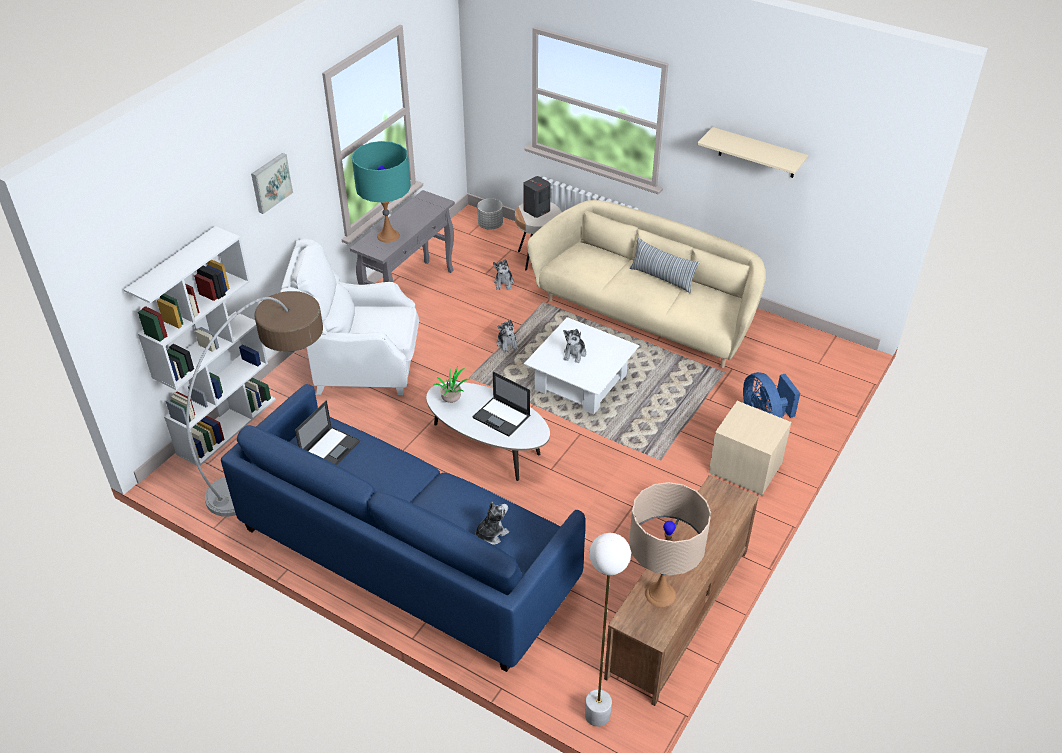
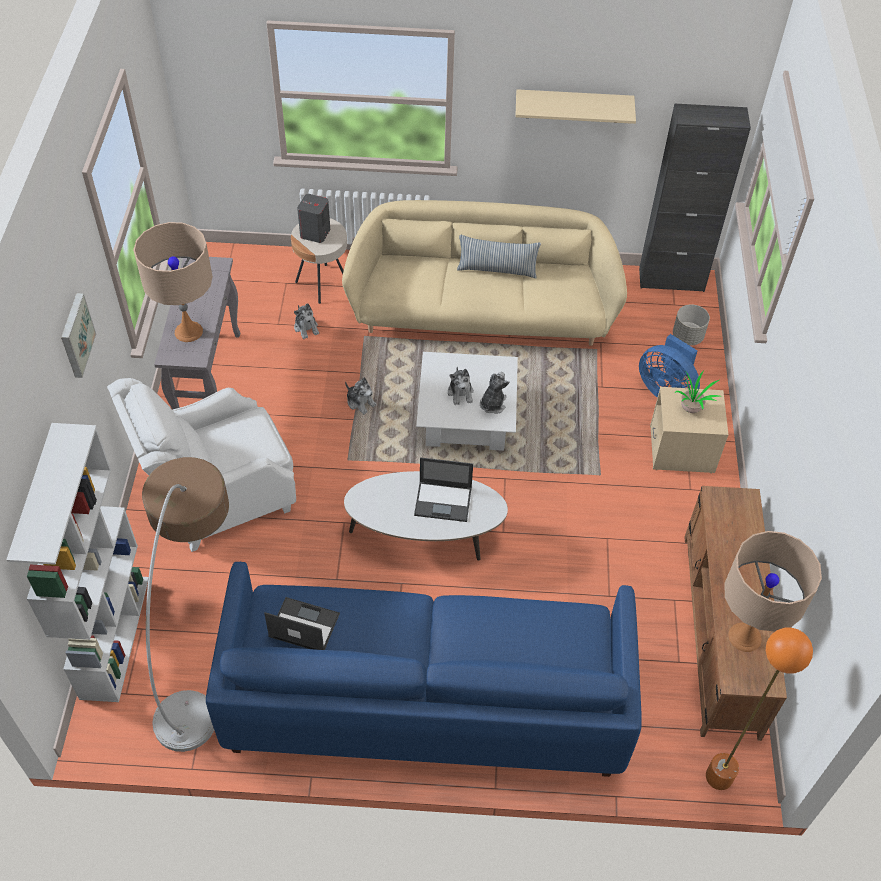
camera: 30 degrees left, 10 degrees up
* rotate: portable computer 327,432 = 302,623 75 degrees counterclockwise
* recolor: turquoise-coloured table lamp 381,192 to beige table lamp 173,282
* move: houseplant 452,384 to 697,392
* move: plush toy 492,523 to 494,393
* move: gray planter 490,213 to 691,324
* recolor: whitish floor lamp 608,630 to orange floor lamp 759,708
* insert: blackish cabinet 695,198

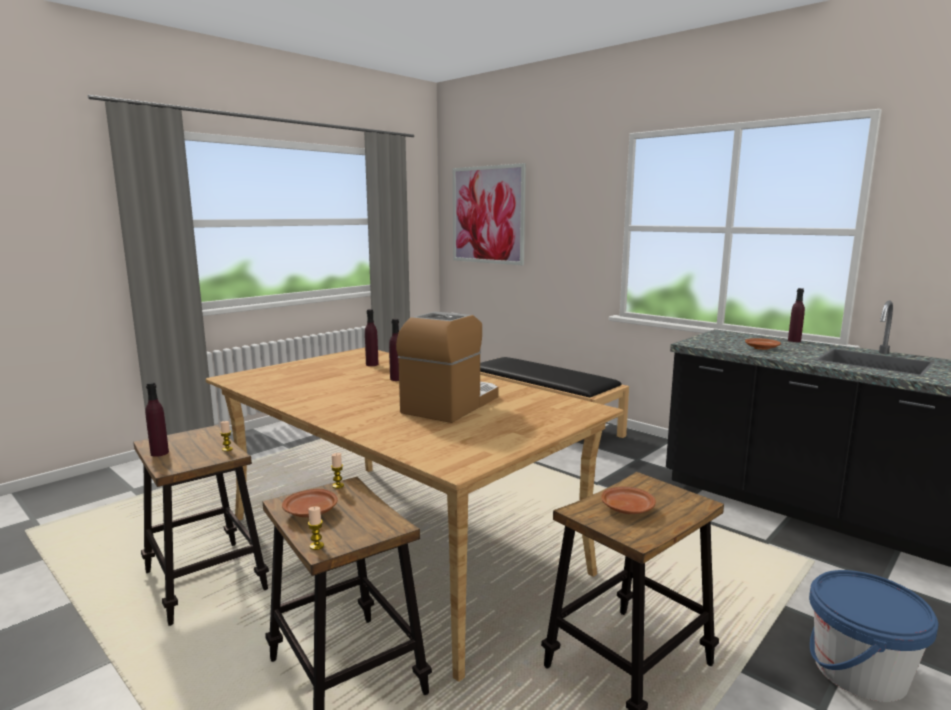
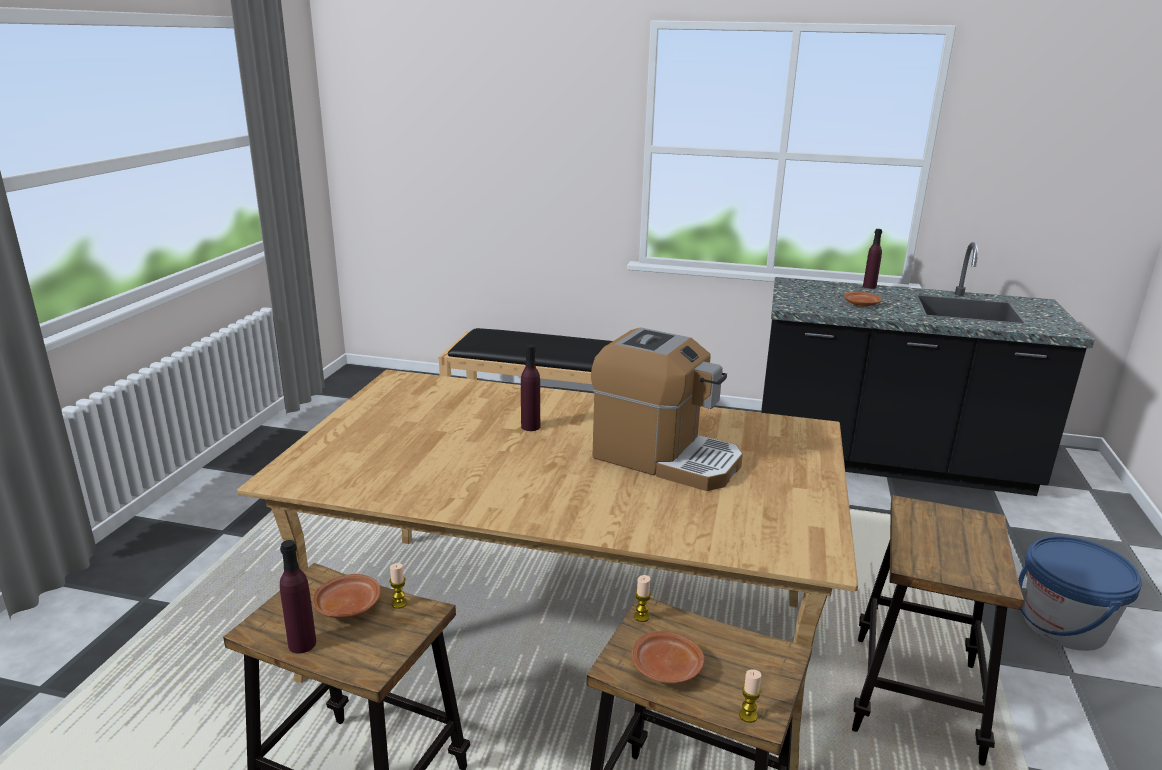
camera: 30 degrees left, 10 degrees up
* delete: purplish bottle 372,337
* rotate: coffee machine 447,367 = 667,409 120 degrees clockwise
* delete: wall art 489,214
* move: brownish flat dish 628,500 to 346,596

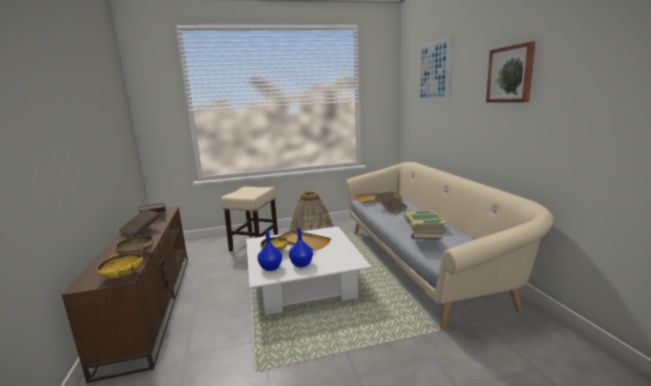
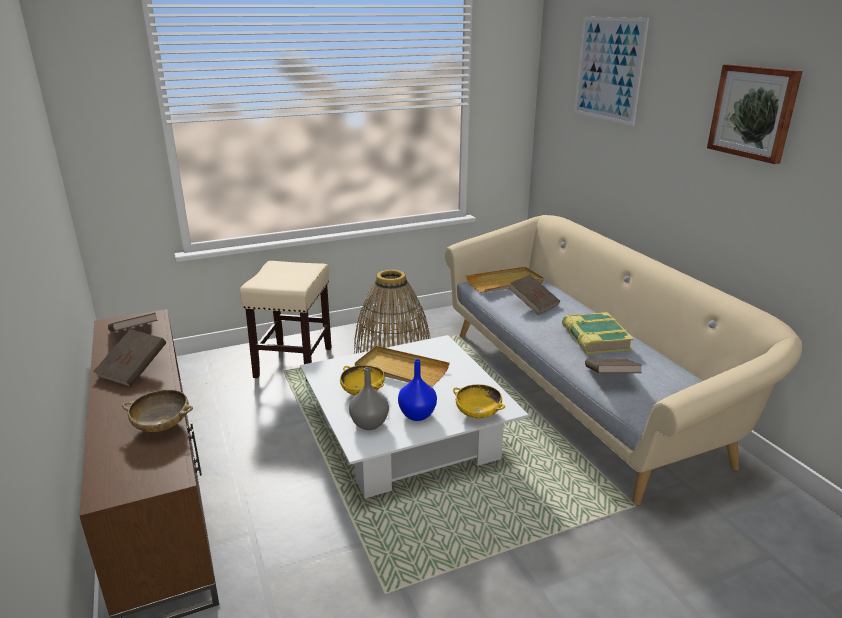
camera: 10 degrees left, 10 degrees up
* move: yellowish deep dish 120,266 to 479,401
* recolor: blue-coloured decorative vase 269,251 to gray decorative vase 369,398

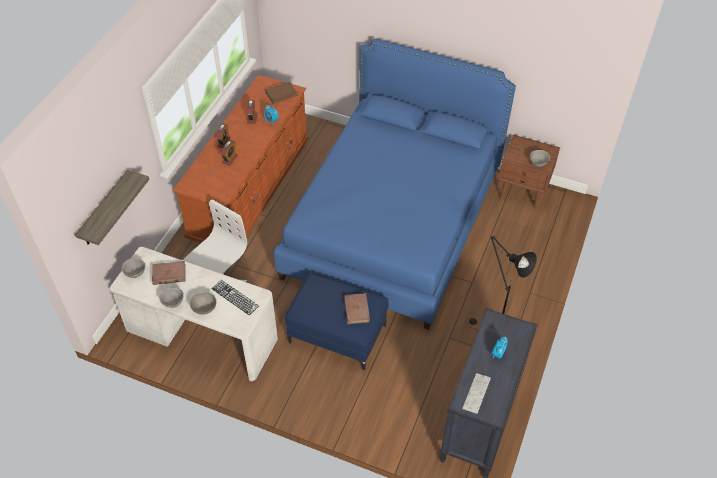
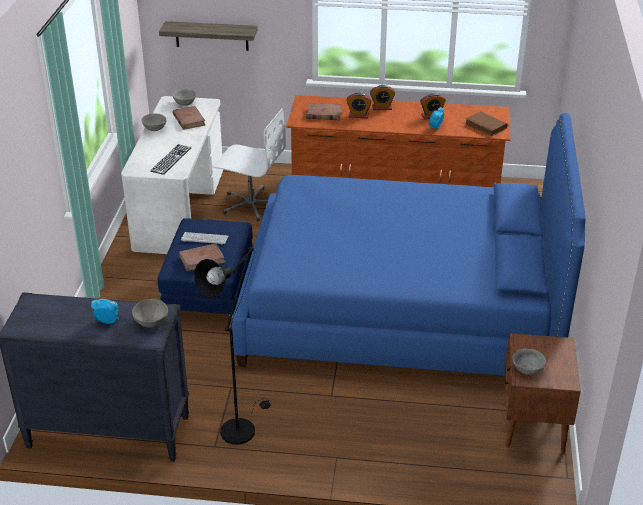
camera: 75 degrees right, 15 degrees down
* move: gray deep dish 203,303 to 150,313
* move: computer keyboard 476,393 to 204,238
* insert: brownish bound book 324,111

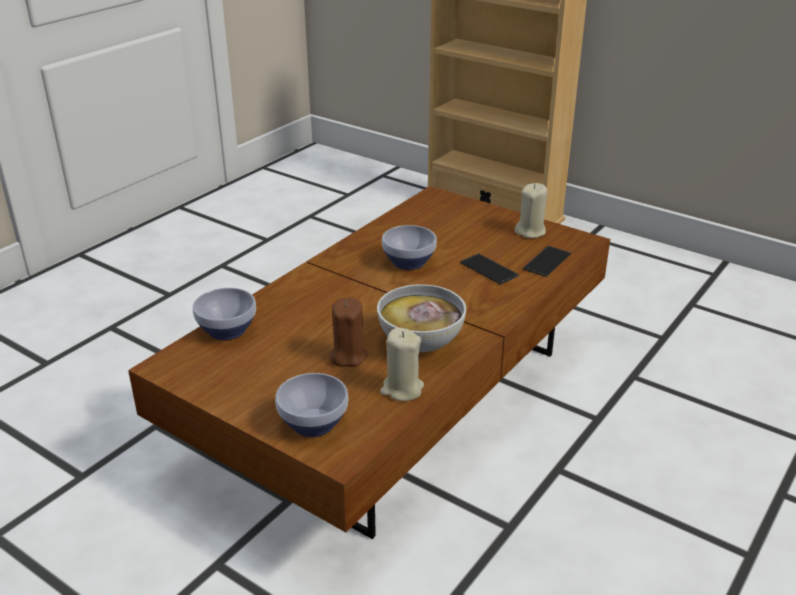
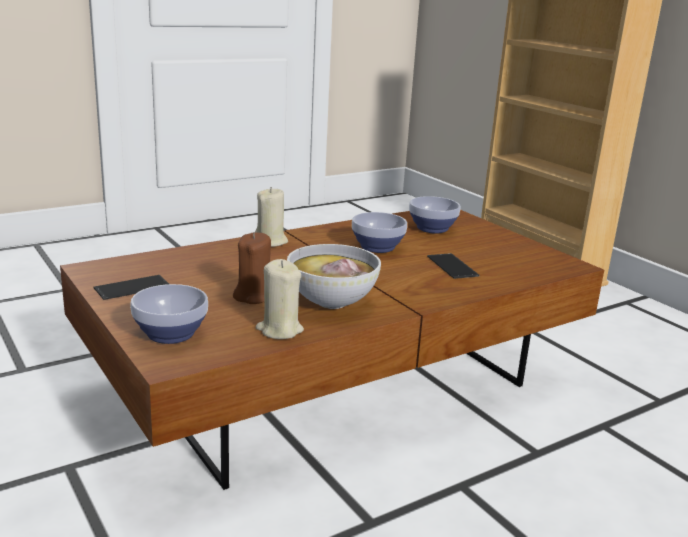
camera: 20 degrees right, 10 degrees down
* move: deep dish 224,314 to 434,215
* move: beige wax light 531,210 to 271,217
* move: telephone 546,261 to 131,287

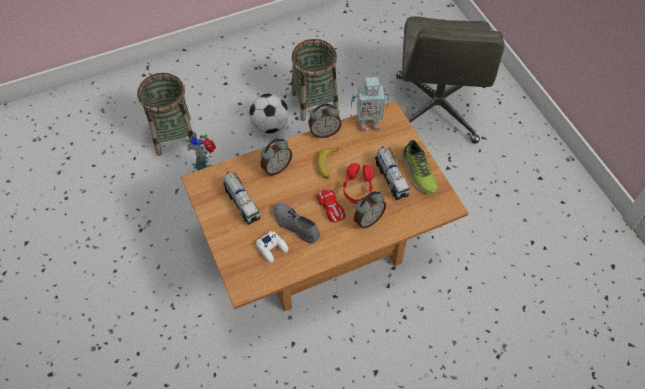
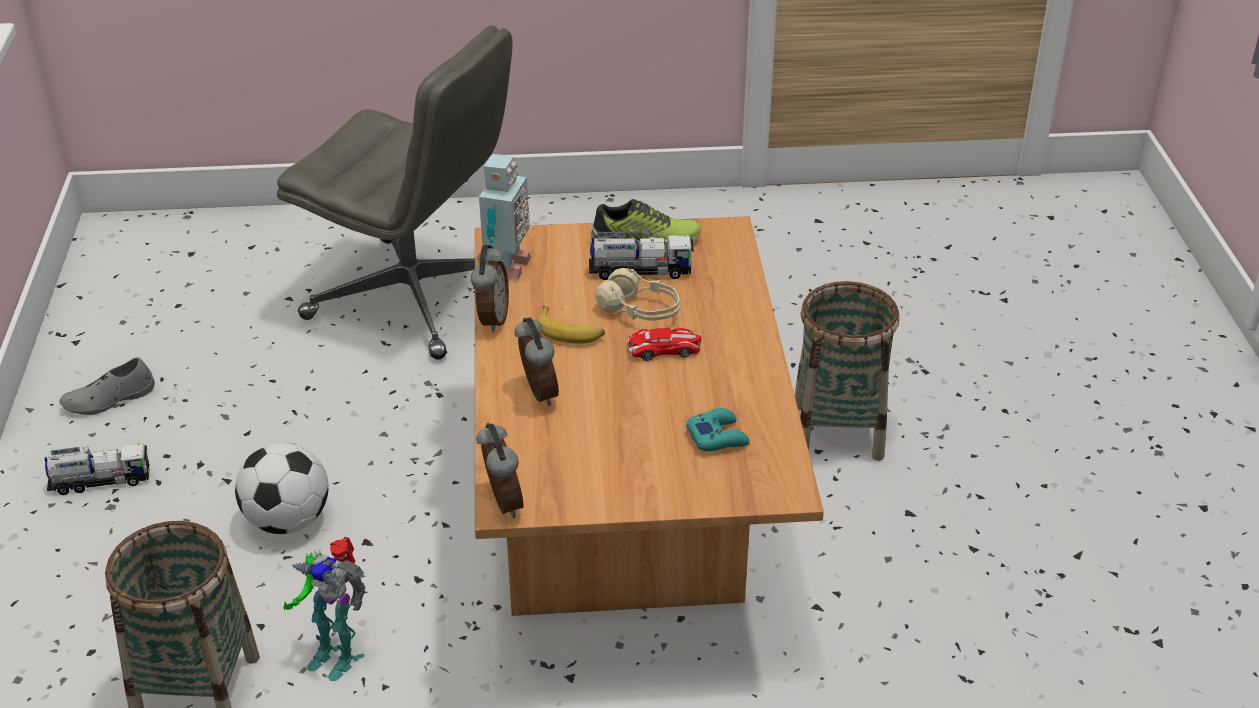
camera: 70 degrees left, 20 degrees down
* move: toy lorry 241,198 to 97,469
* recolor: whitish joypad 272,247 to turquoise-coloured joypad 718,430
* move: gray shoe 297,223 to 107,386
* move: basket 314,80 to 847,371
* recolor: red-coloured headphones 358,183 to beige headphones 637,294
* move: table clock 370,209 to 500,470

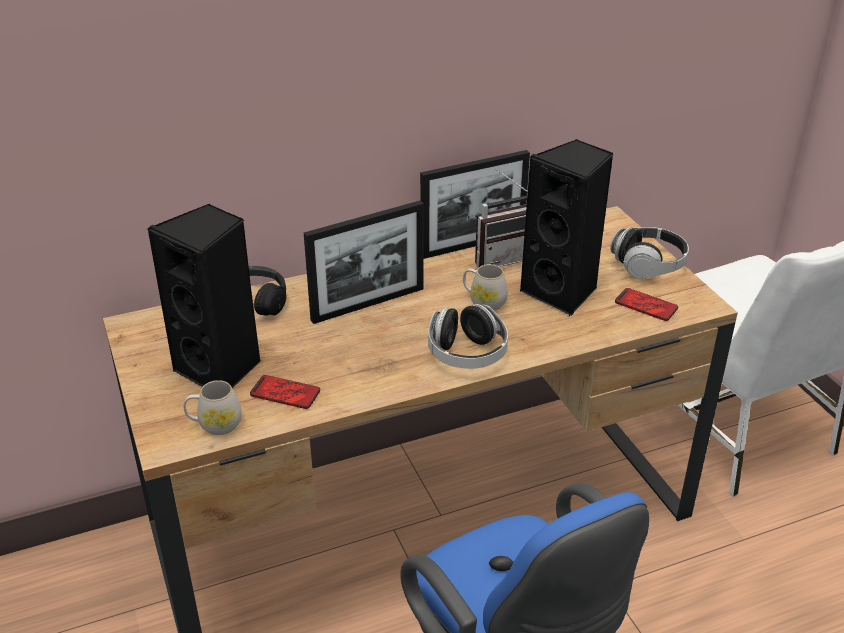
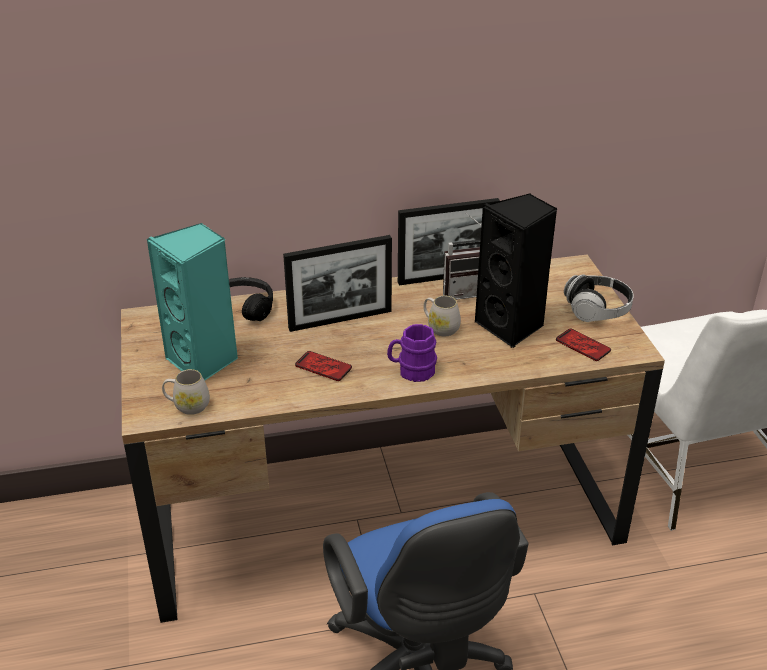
camera: 10 degrees right, 0 degrees up
* recolor: blackish speaker 203,296 to turquoise-coloured speaker 192,301
* move: telephone 285,392 to 323,366
* replace: headphones 468,336 to purplish tea mug 412,353

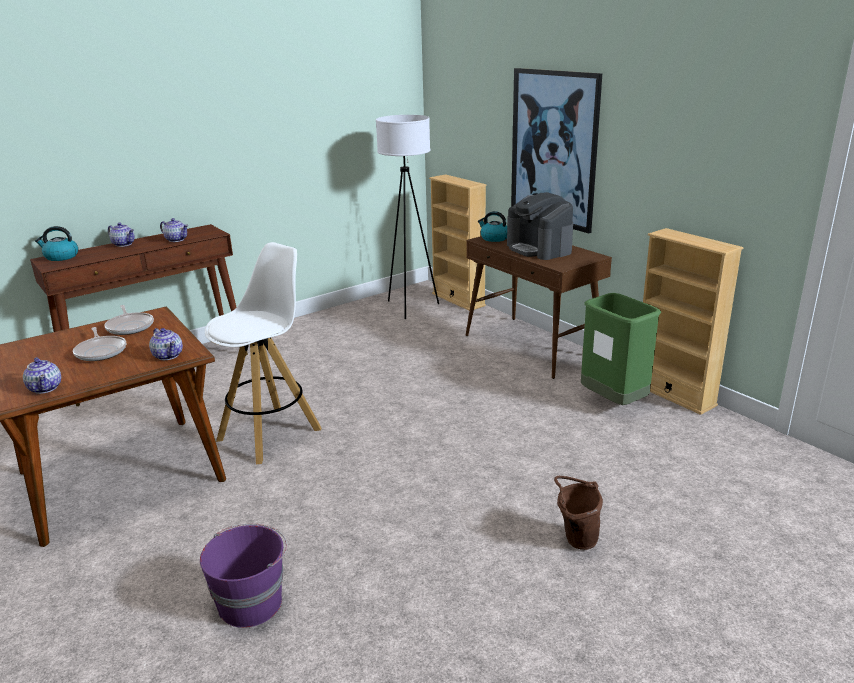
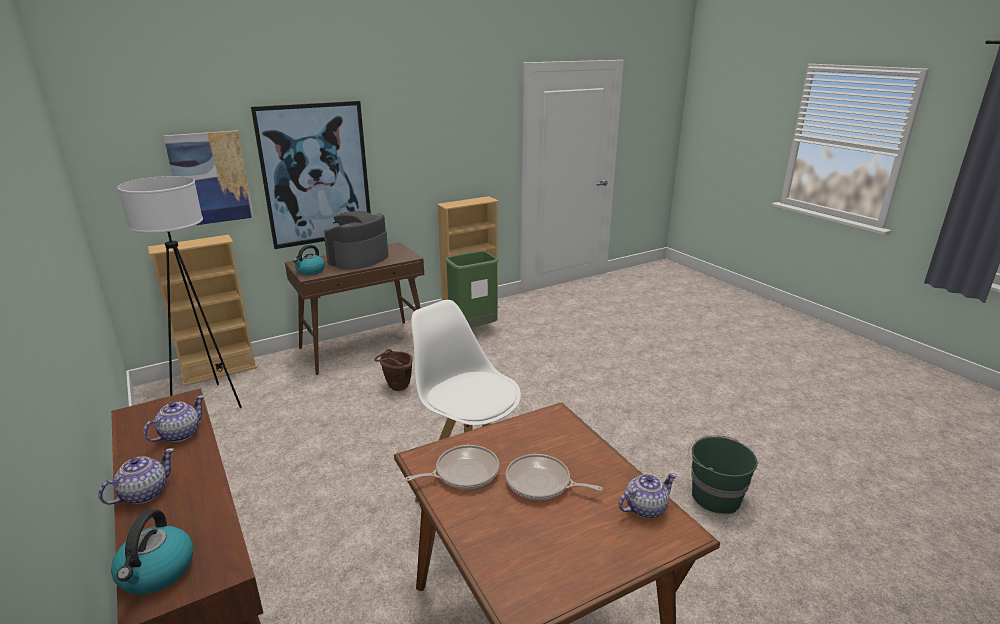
camera: 85 degrees left, 0 degrees up
* rotate: frying pan 99,344 = 554,477 135 degrees counterclockwise
* delete: teapot 166,344
* recolor: purplish water bucket 243,576 to green water bucket 723,474
* rotate: coffee machine 540,226 = 356,240 150 degrees clockwise
* move: brownish water bucket 578,513 to 393,370
* insert: wall art 208,177

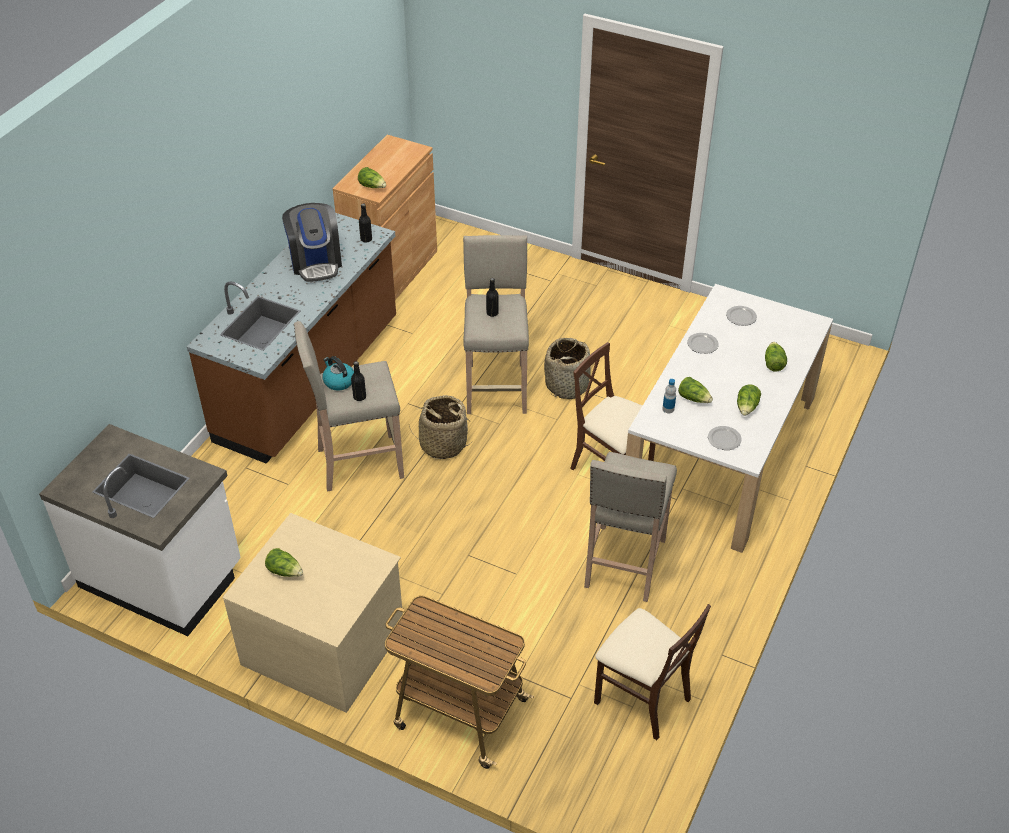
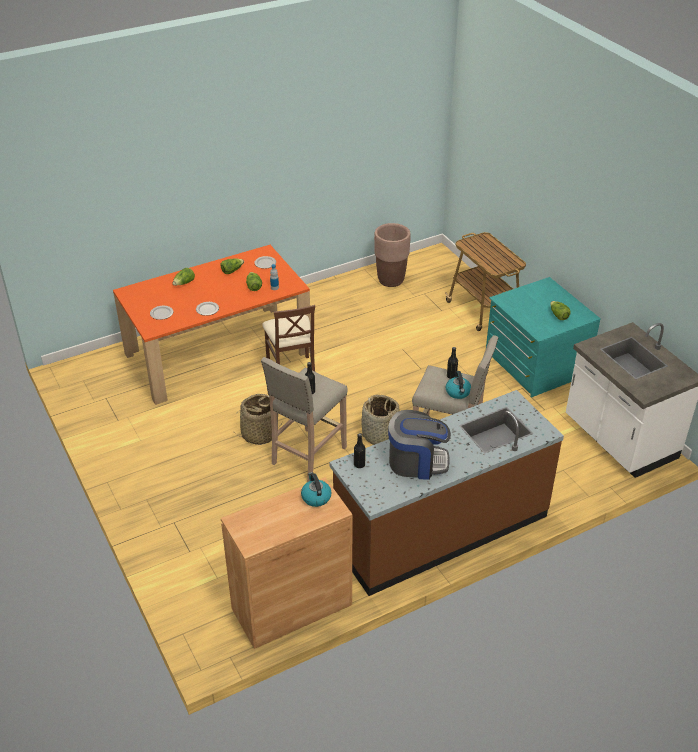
camera: 145 degrees left, 5 degrees down
* recolor: beige chest of drawers 313,613 to turquoise-coloured chest of drawers 543,337
* rotate: coffee machine 312,242 = 419,445 75 degrees clockwise
* replace: lettuce head 372,177 to water kettle 316,489
* delete: beige stool 630,527
* replace: beige chair 652,672 to brownish planter 392,255
* recolor: whitish dinner table 729,418 to orange dinner table 212,325

